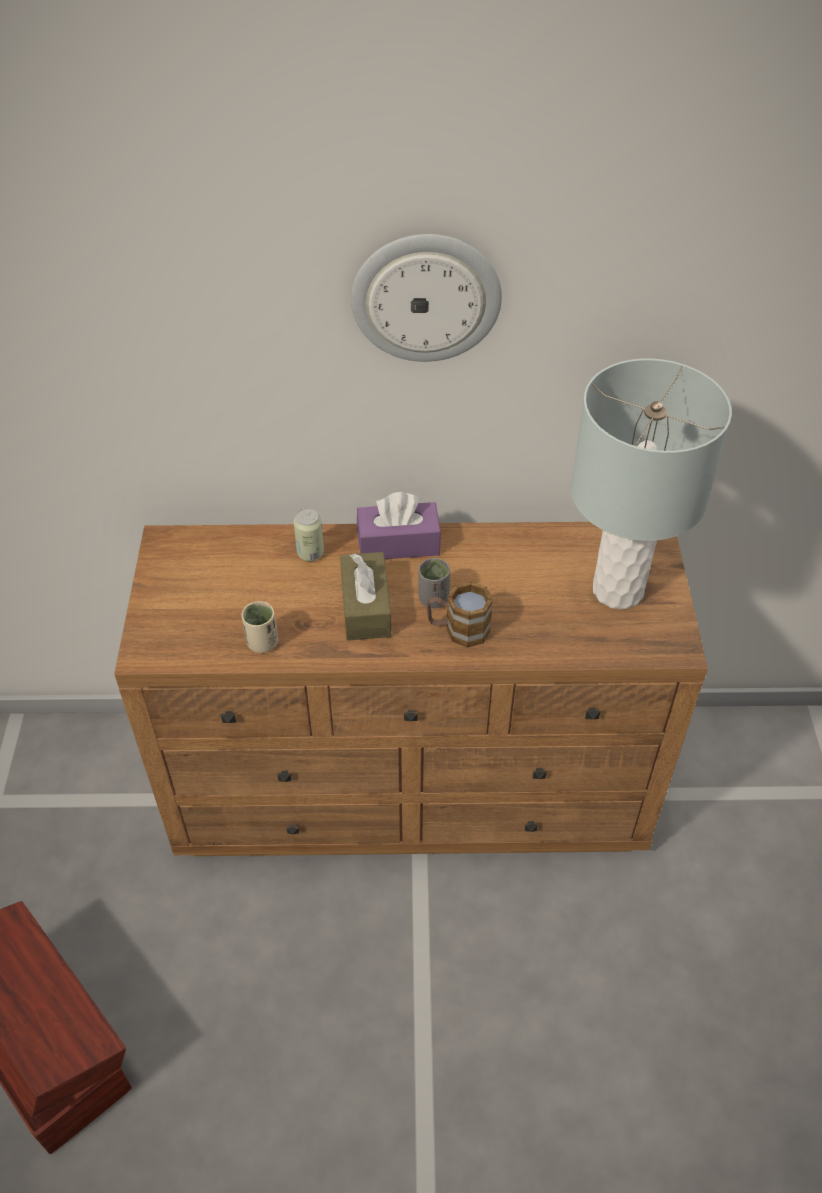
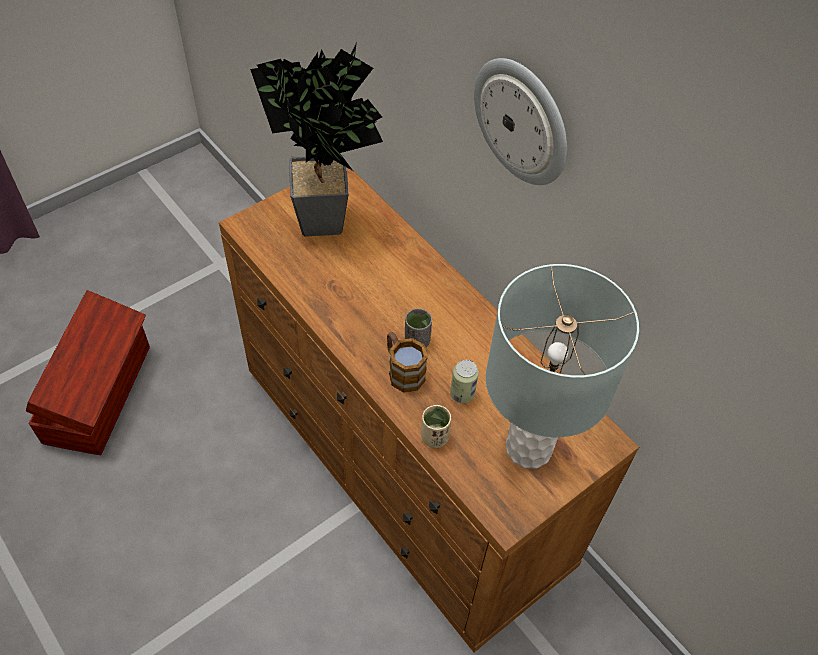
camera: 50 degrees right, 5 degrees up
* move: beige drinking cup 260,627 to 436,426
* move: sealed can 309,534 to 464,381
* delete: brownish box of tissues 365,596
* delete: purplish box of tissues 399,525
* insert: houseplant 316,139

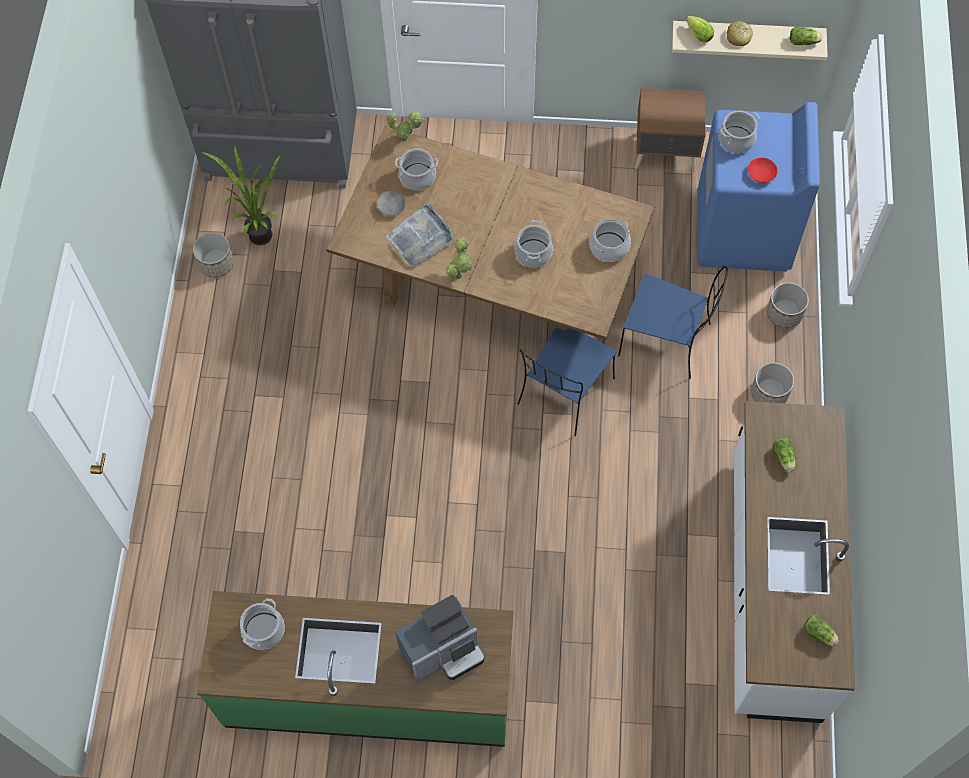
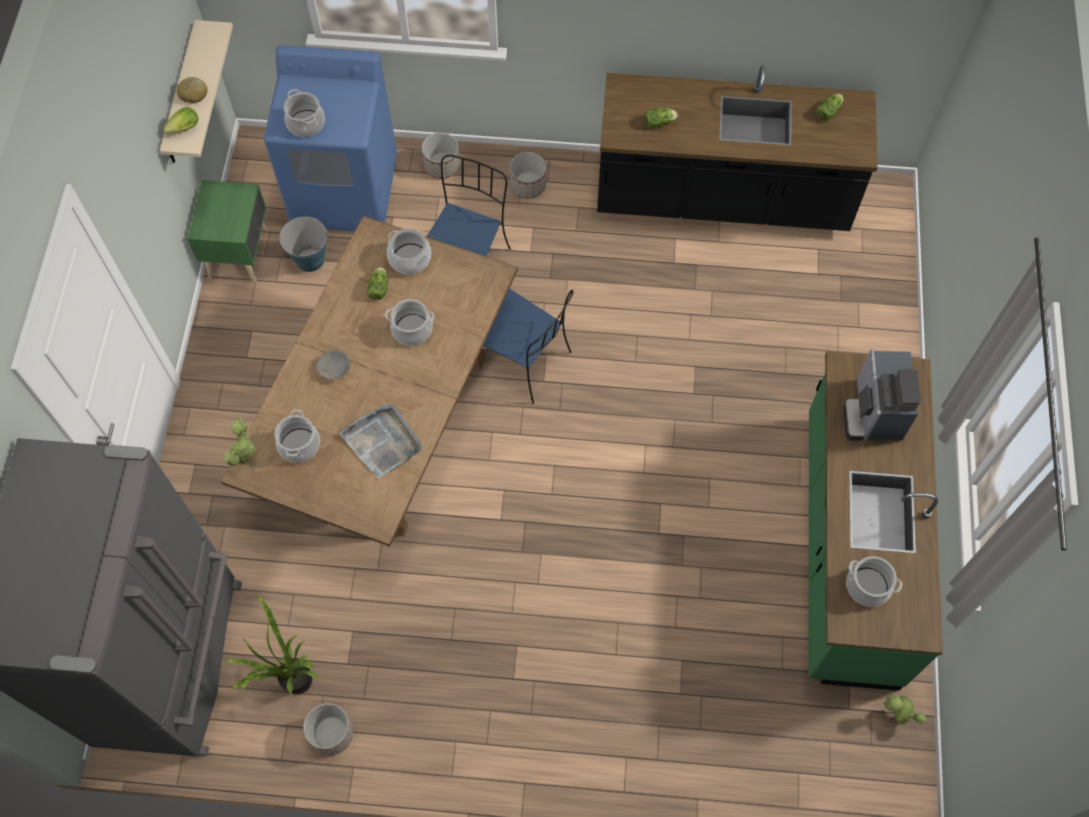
camera: 90 degrees left, 0 degrees up
* move: gray deep dish 391,203 to 333,365
* rotate: coffee machine 440,638 = 882,395 150 degrees counterclockwise
* move: houseplant 459,258 to 904,710
* recolor: brownish night table 670,130 to green night table 227,231
* recolor: whitish kitchen base unit 794,562 to blackish kitchen base unit 737,148
* delete: red-coloured deep dish 763,170
* move: lettuce head 806,36 to 377,283
* insert: water bucket 303,244

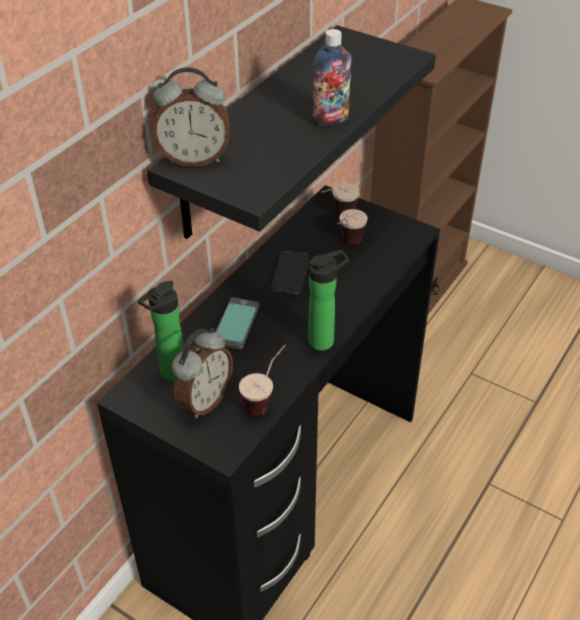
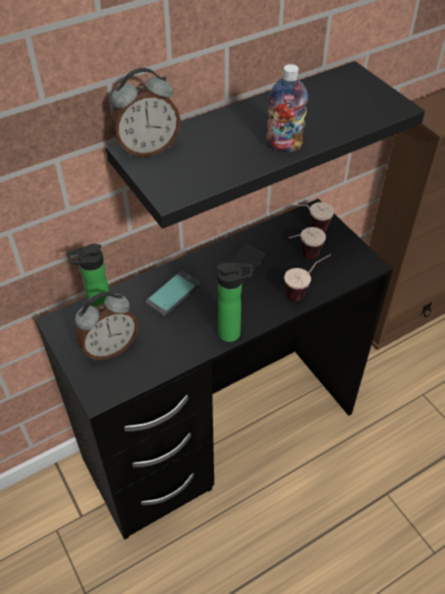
camera: 25 degrees right, 5 degrees up
* rotate: table clock 191,117 = 146,113 45 degrees counterclockwise
* move: drinking cup 262,380 to 307,277

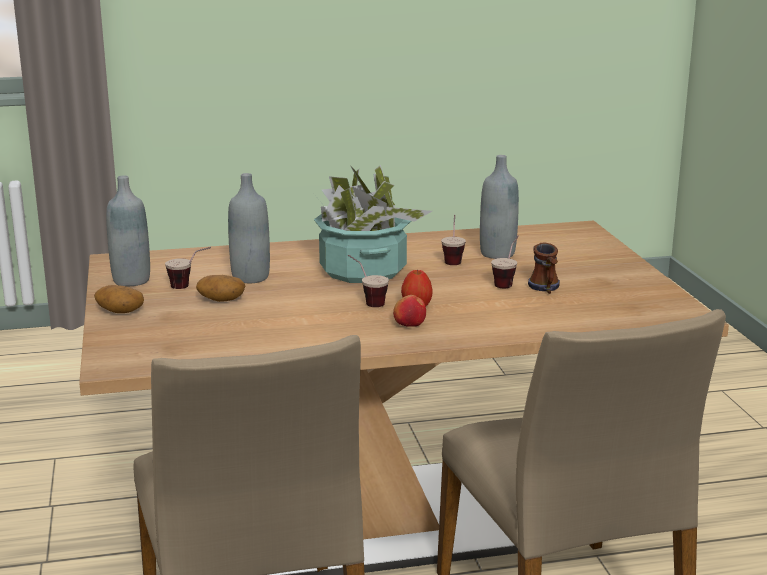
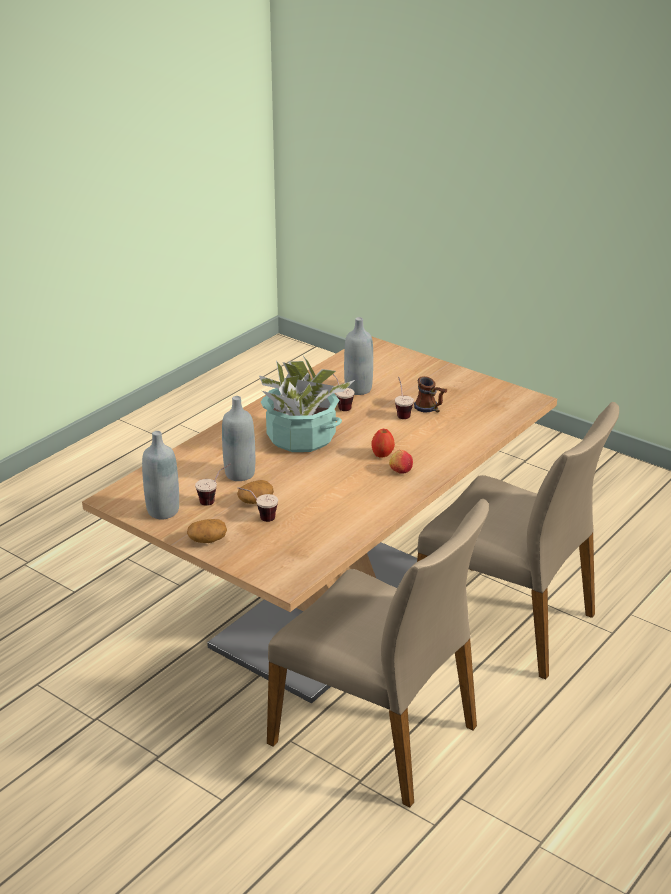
camera: 40 degrees left, 10 degrees up
* move: drinking cup 368,281 to 258,504

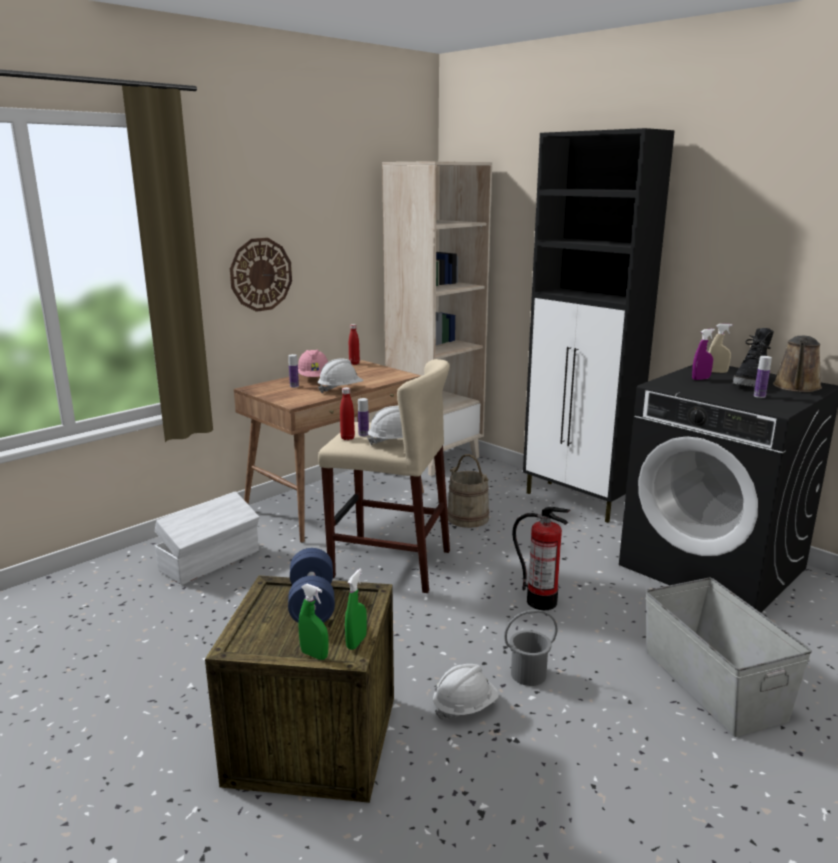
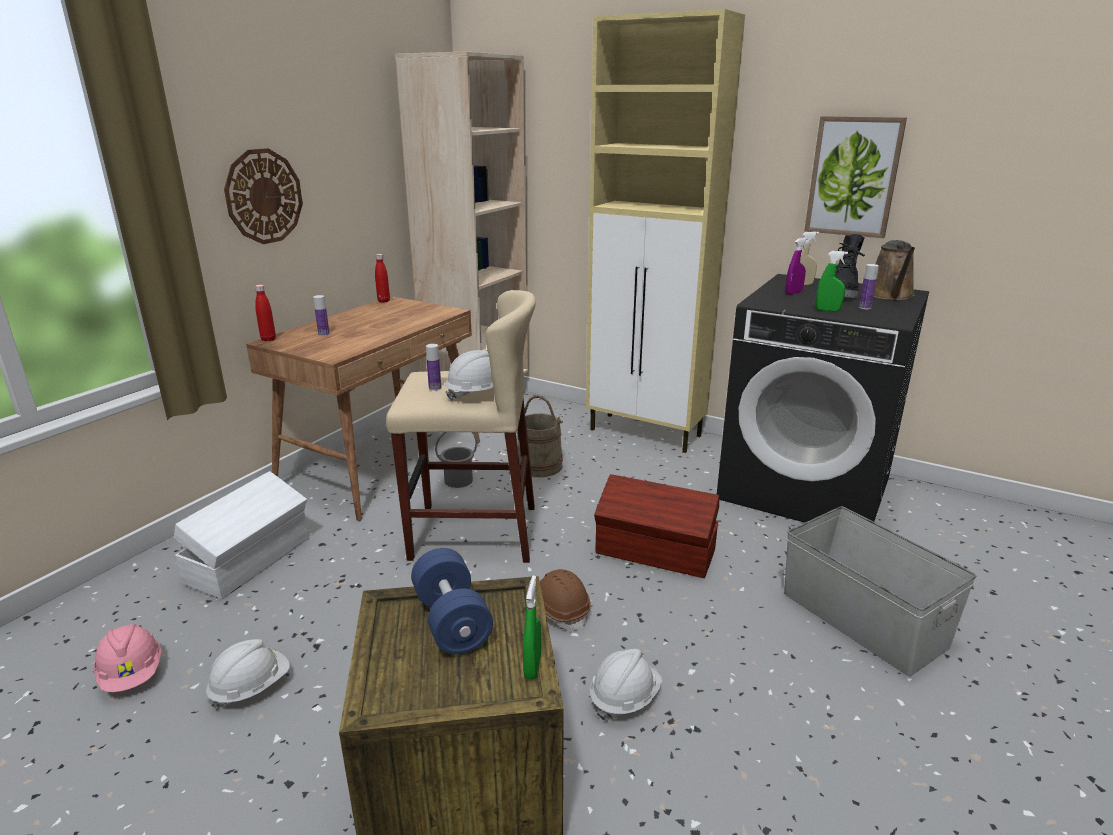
camera: 15 degrees left, 5 degrees up
* move: pink work helmet 313,363 to 128,657
* move: green sprayer 314,622 to 832,281
* move: whitish work helmet 341,375 to 248,674
* move: red-coloured bottle 347,413 to 265,313
* move: gray water bucket 530,647 to 456,460
* replace: extinguisher 541,558 to brownish storage container 657,526
* recolor: blackish cabinet 599,325 to beige cabinet 665,231
* insert: brownish work helmet 565,600
* insert: wall art 855,177

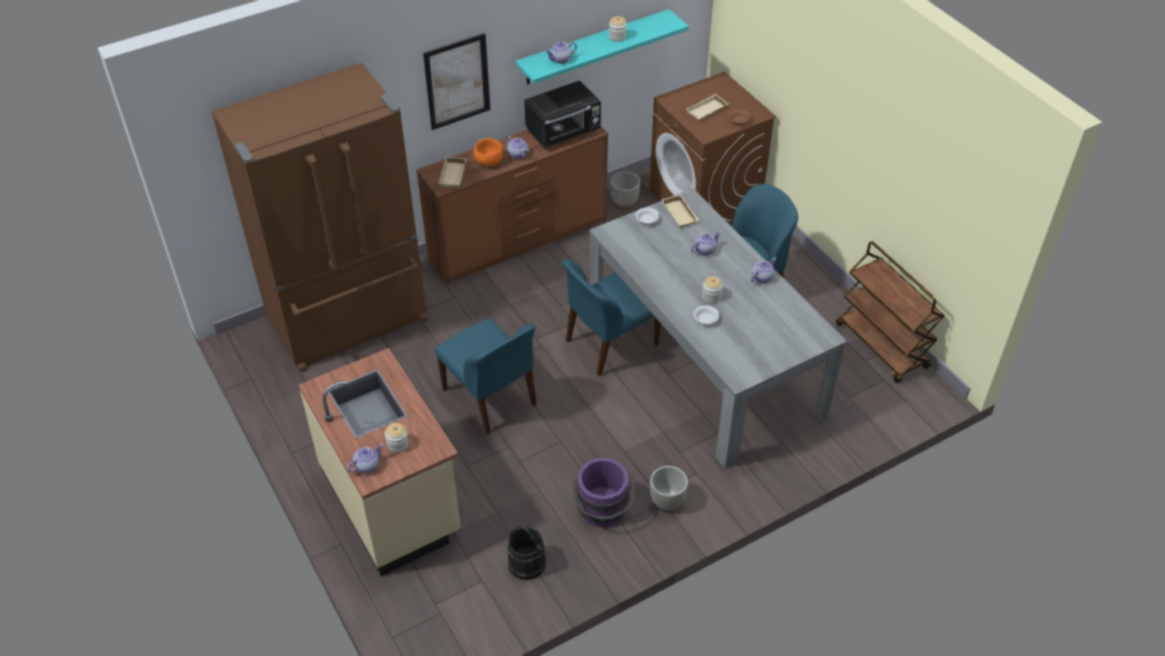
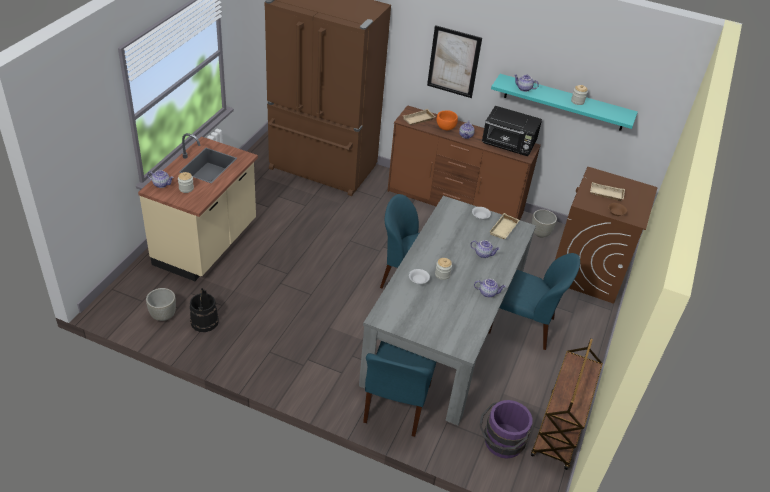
camera: 50 degrees right, 5 degrees down
* move: blue-coloured chair 486,376 to 399,389
* move: purplish water bucket 603,492 to 505,429
* move: gray planter 669,488 to 161,304

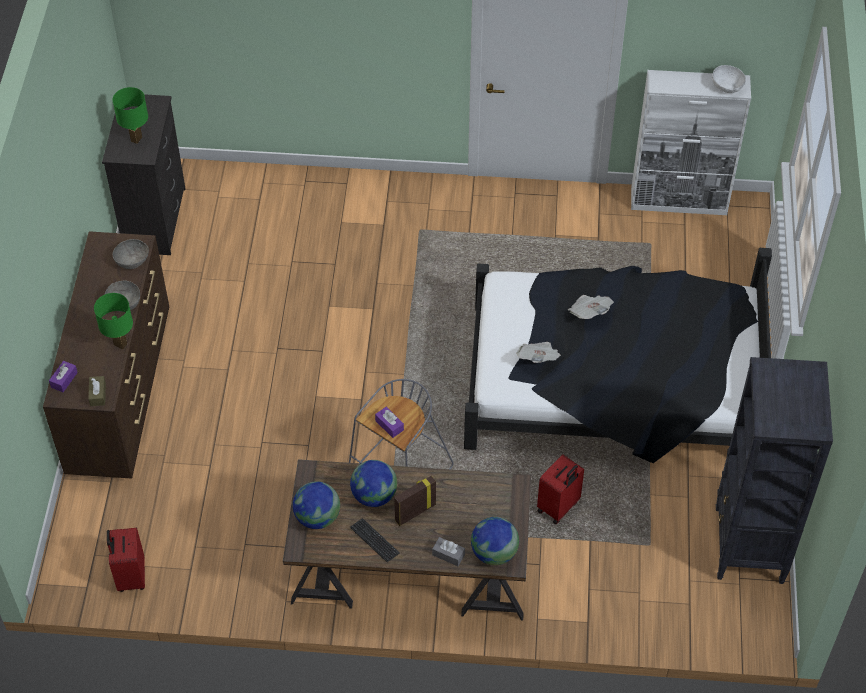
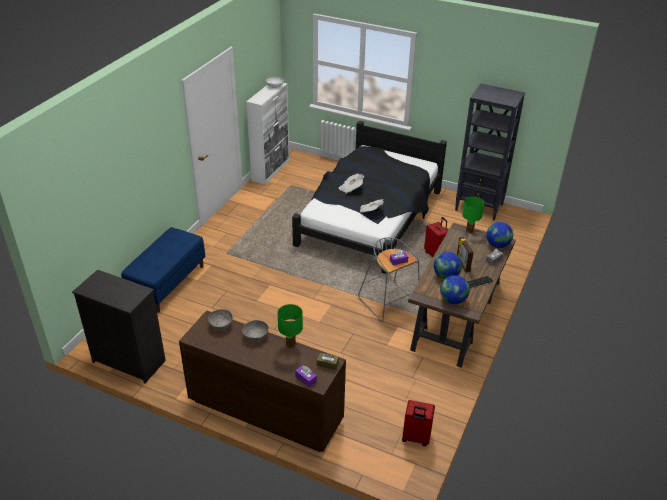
camera: 70 degrees left, 15 degrees down
* move: green table lamp 130,115 to 473,214
* insert: blue-coloured bench 163,270

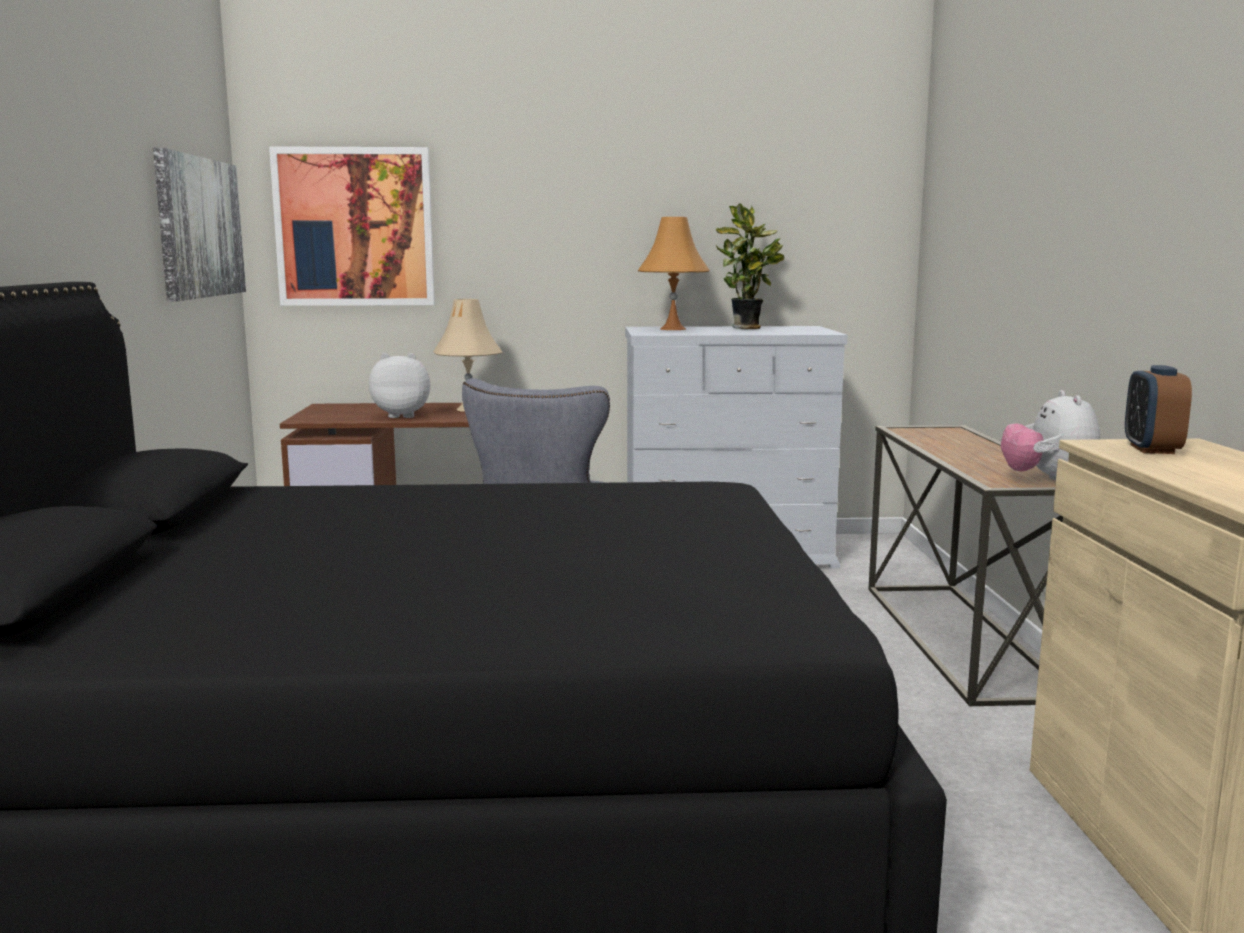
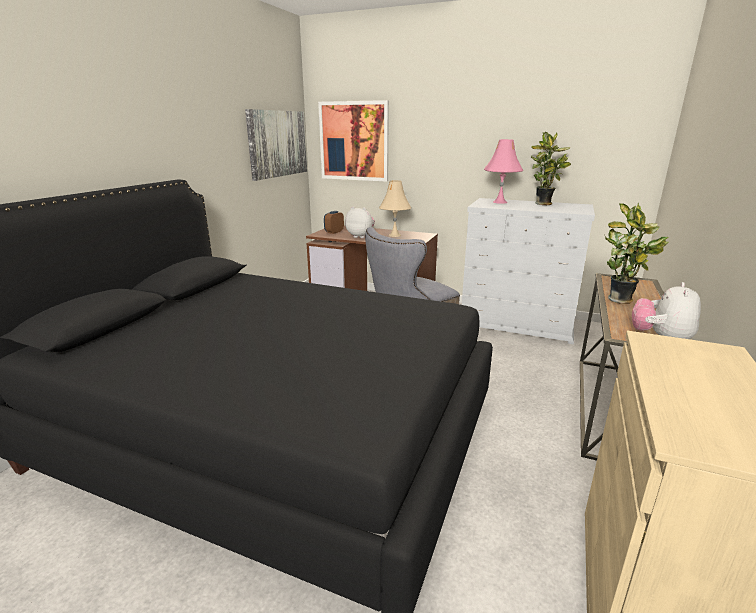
camera: 25 degrees right, 10 degrees up
* recolor: orange table lamp 674,273 to pink table lamp 504,171
* move: table clock 1158,409 to 334,222
* insert: houseplant 637,253

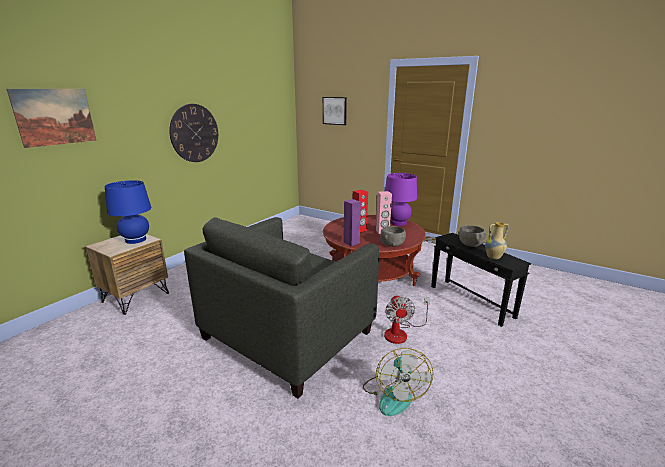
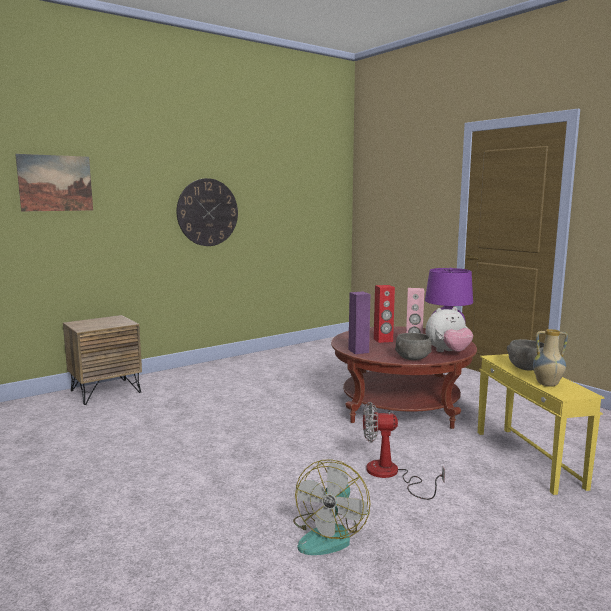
camera: 20 degrees right, 10 degrees down
* delete: blue-coloured table lamp 128,212
* delete: gray armchair 281,307
* delete: wall art 335,111
* rotate: electric fan 407,319 = 404,451 75 degrees clockwise
* recolor: blackish end table 481,280 to yellowish end table 541,424
* insert: plush toy 449,329

